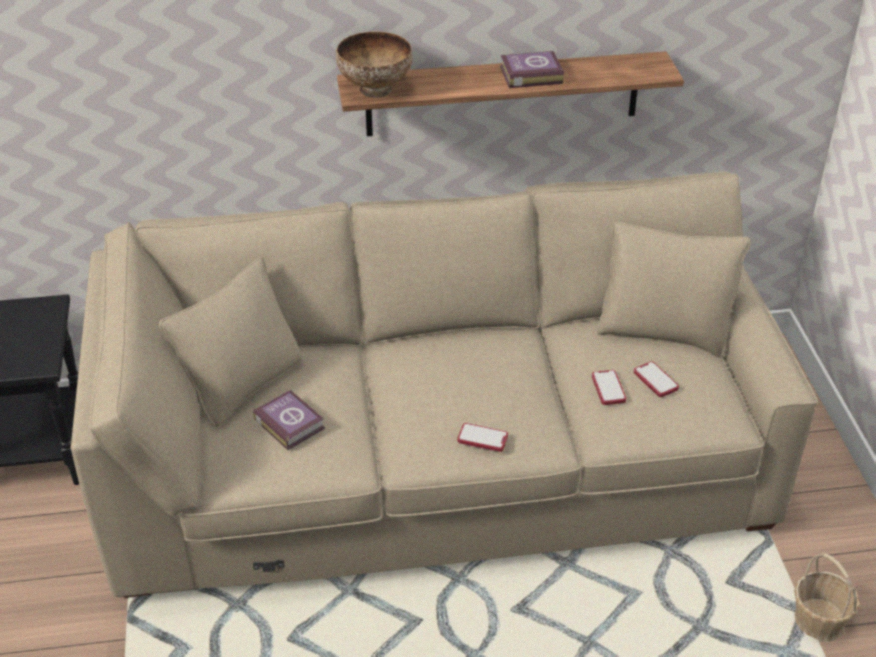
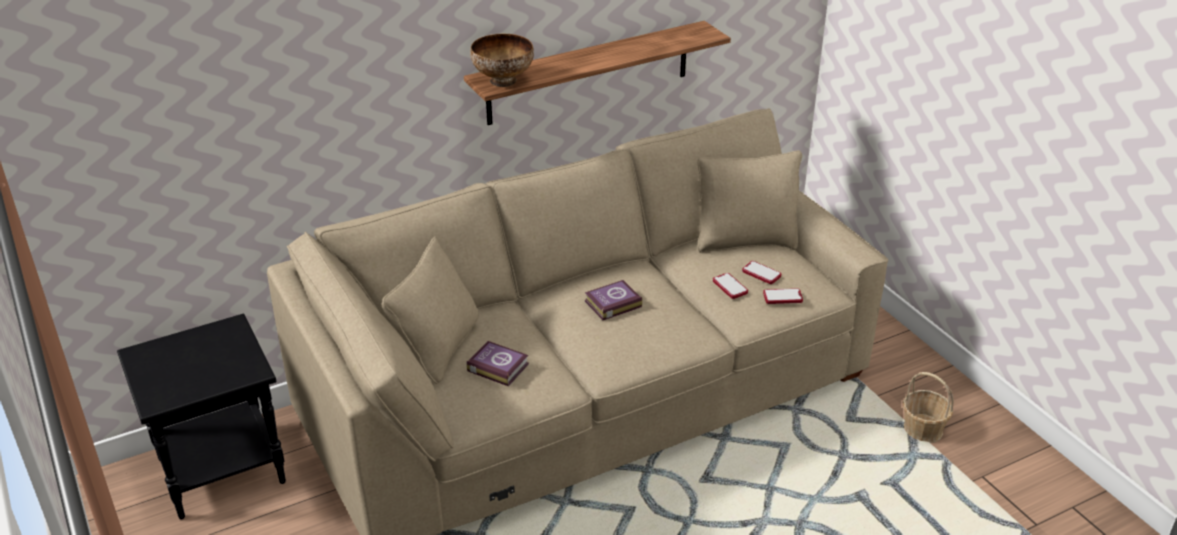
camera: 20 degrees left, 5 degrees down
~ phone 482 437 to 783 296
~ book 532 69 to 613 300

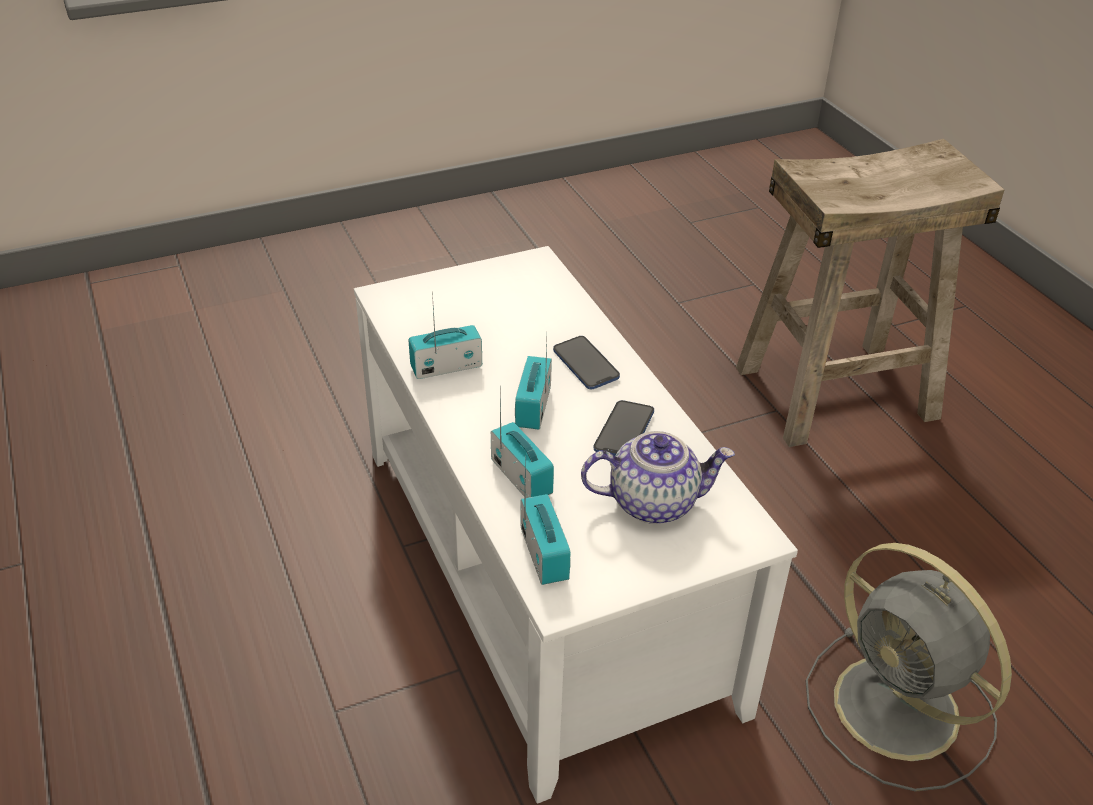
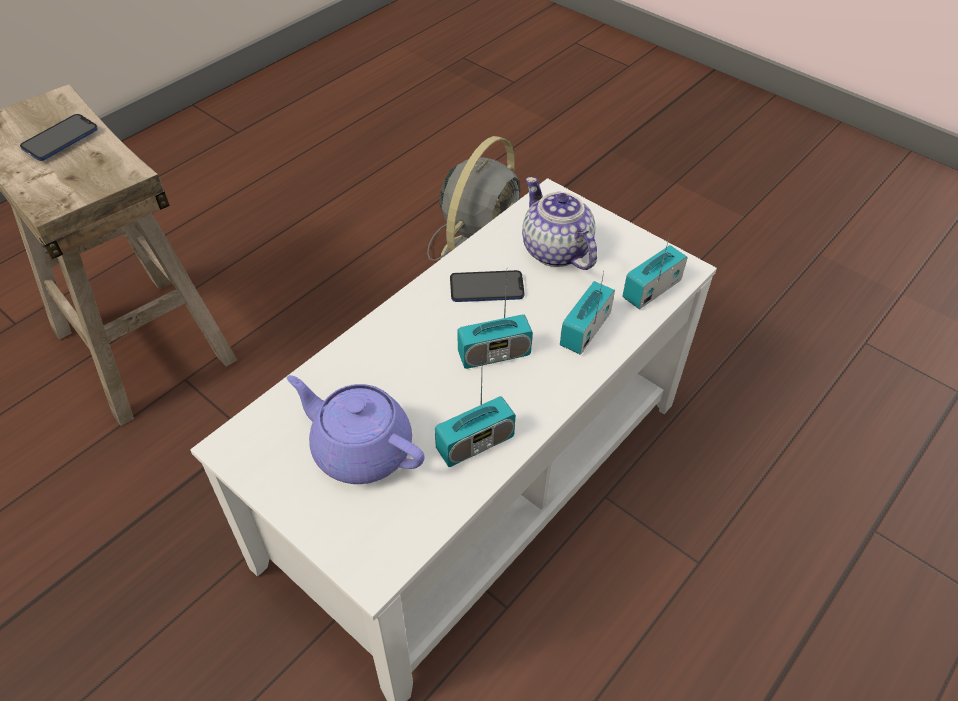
camera: 115 degrees left, 10 degrees up
+ teapot (purple) 356 429
~ phone 586 362 to 59 137
~ radio 445 335 = 475 411 75 degrees counterclockwise

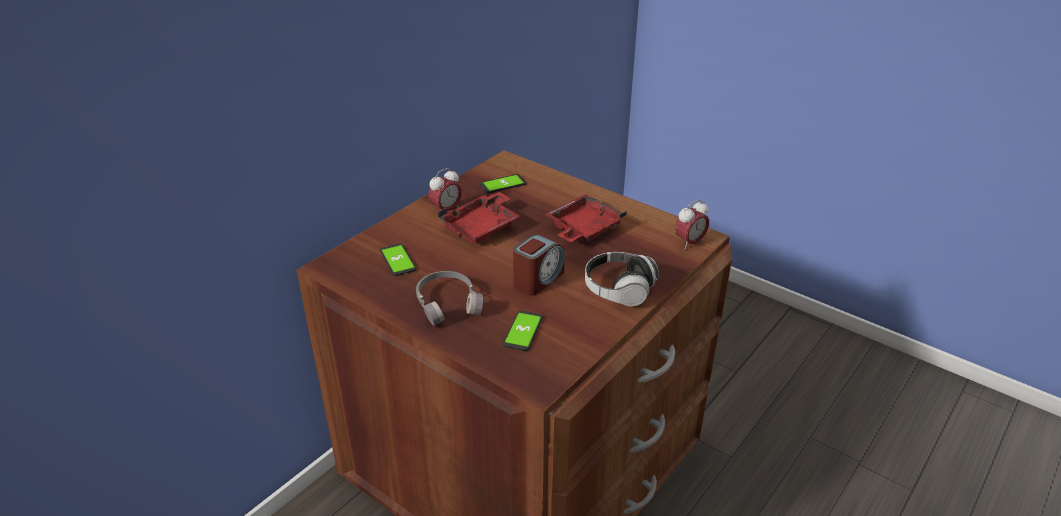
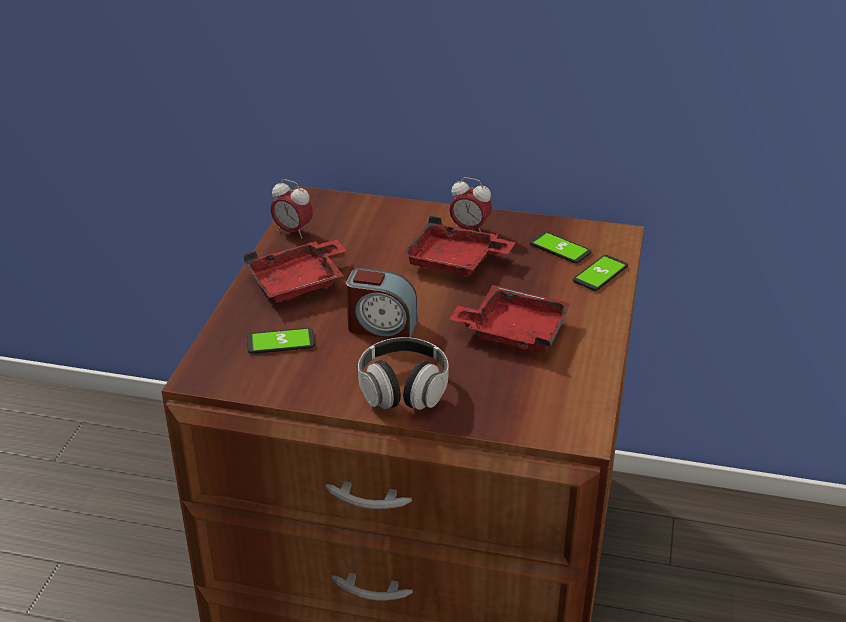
camera: 65 degrees right, 0 degrees up
~ phone 398 260 to 600 273
~ alarm clock 692 224 to 292 208
~ headphones (grey) 449 298 to tray (red) 295 271

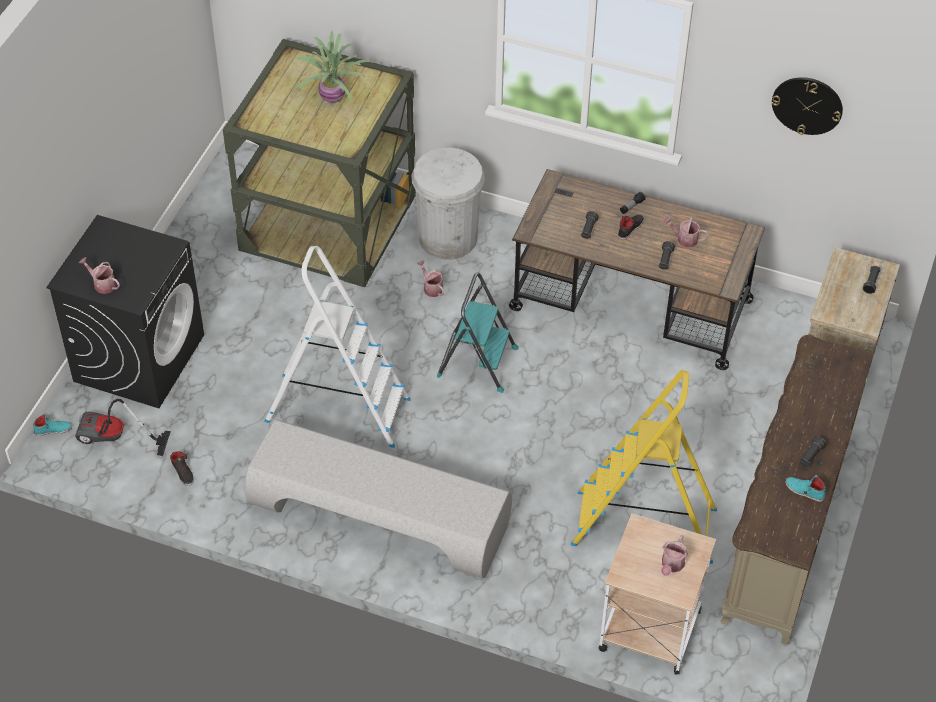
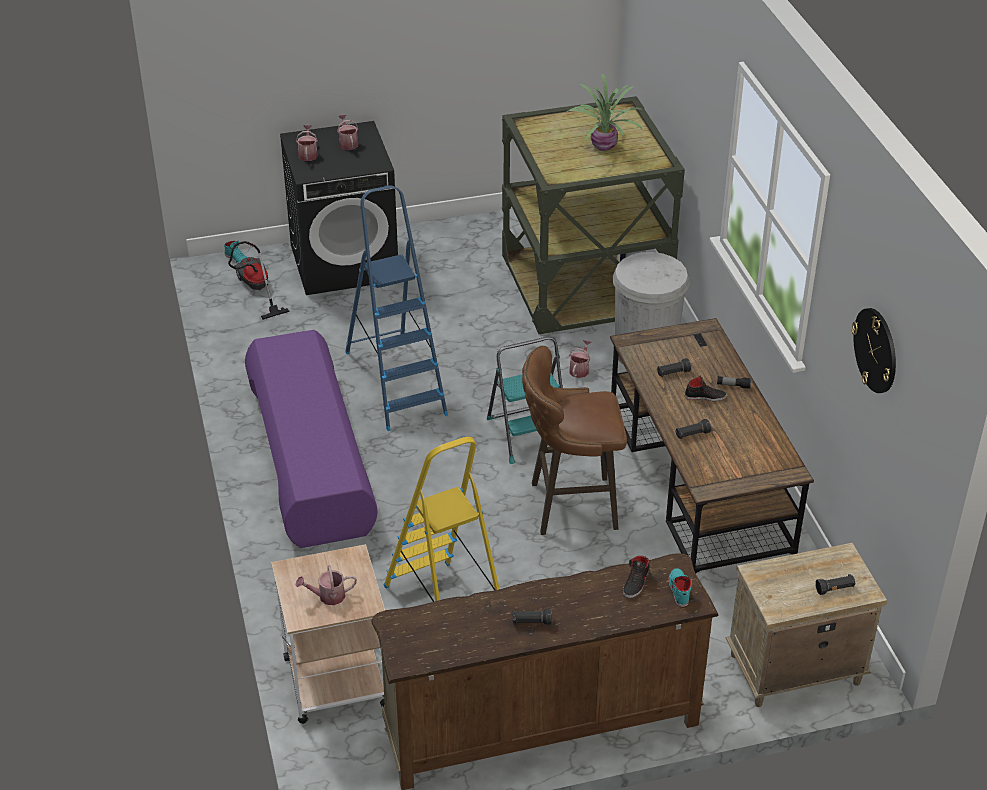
camera: 55 degrees right, 10 degrees down
+ stool (brown) 574 440
~ shoe (black) 182 469 to 636 577
~ watering can 686 231 to 347 132
~ shoe (turquoise) 805 488 to 680 587
~ bench (grey) 378 499 to bench (purple) 311 439
~ step ladder (white) 337 347 to step ladder (blue) 396 308

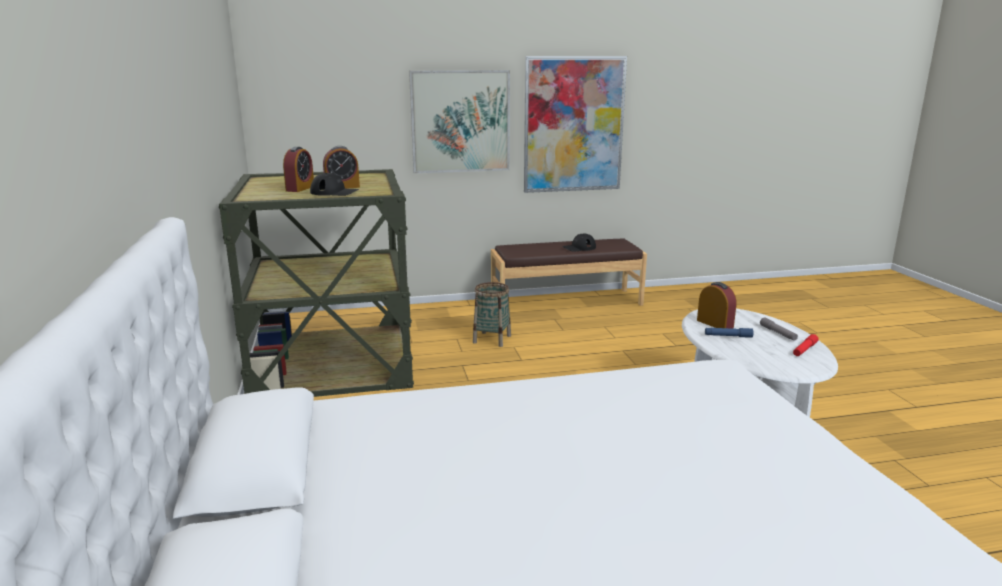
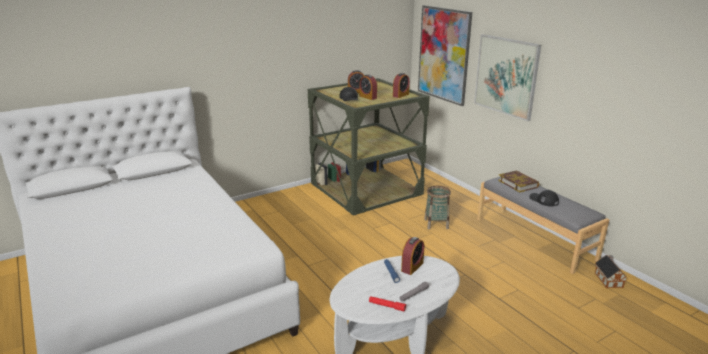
camera: 70 degrees right, 5 degrees up
+ alarm clock 401 85
+ book 518 181
+ toy house 611 271
~ picture 575 124 to 445 55
~ bench (brown) 569 272 to bench (grey) 543 225

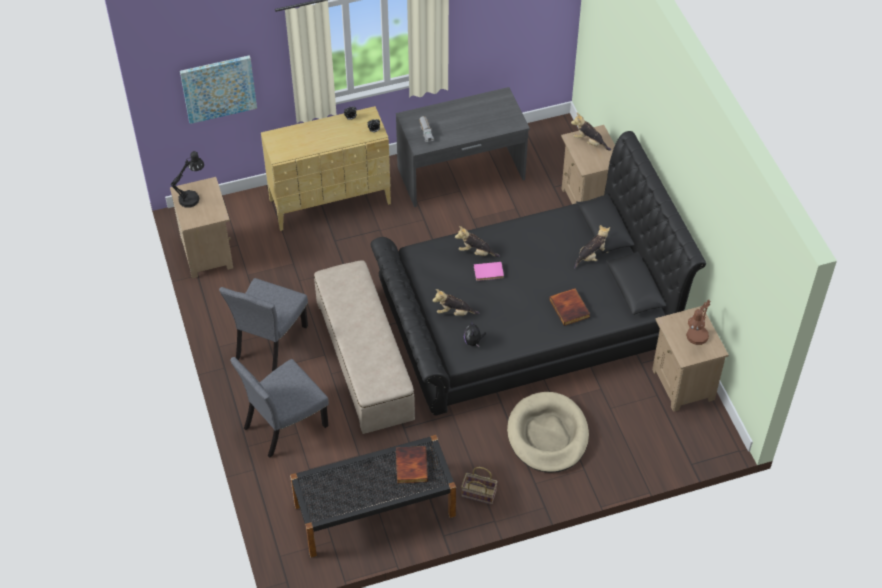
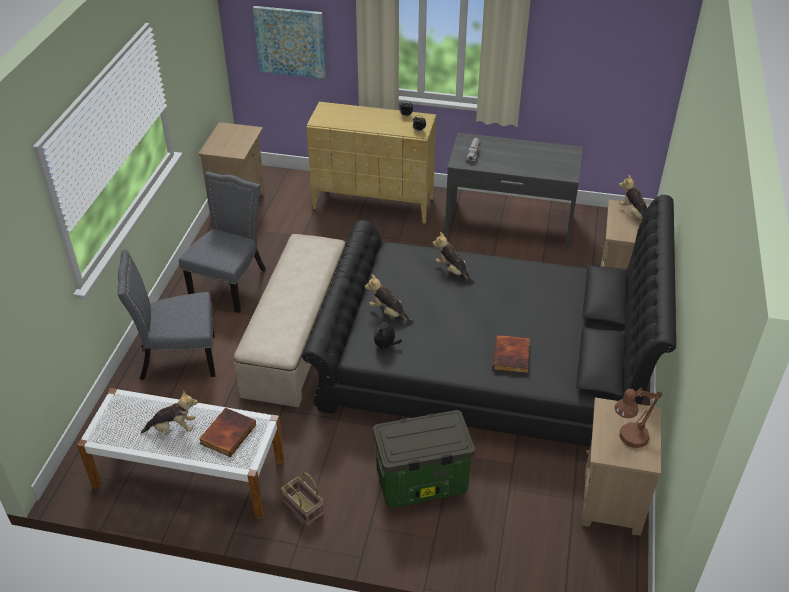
camera: 30 degrees right, 10 degrees down
- table lamp (black) 187 179
- book (pink) 489 271
~ plush toy 592 247 to 169 412
~ dog bed (beige) 548 432 to storage box 424 459
~ bench (black) 373 496 to bench (white) 180 453
~ chair (grey) 263 325 = 222 242 150 degrees clockwise

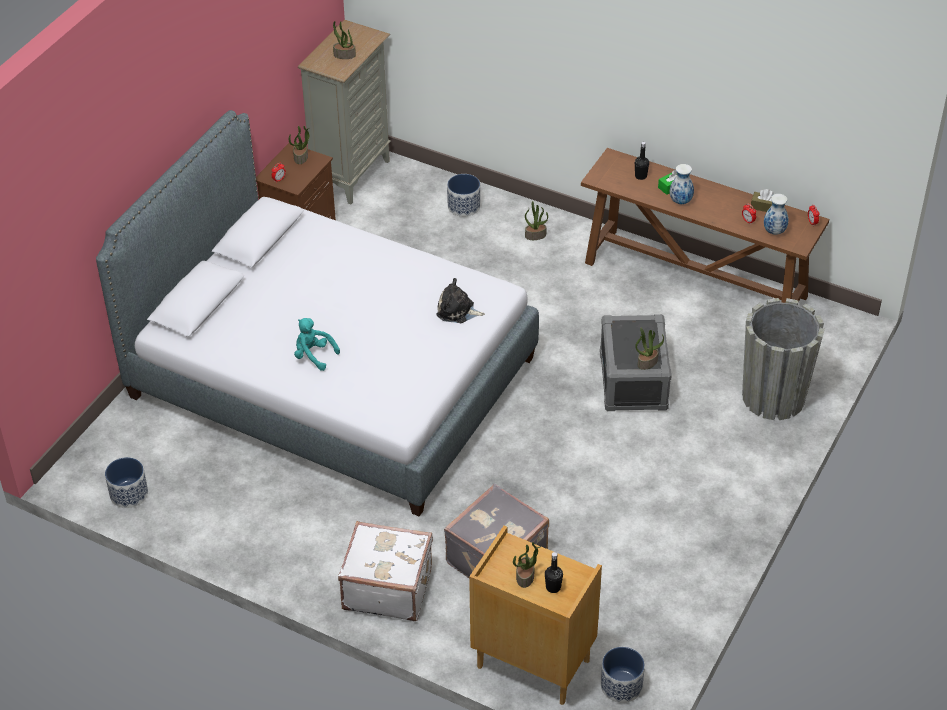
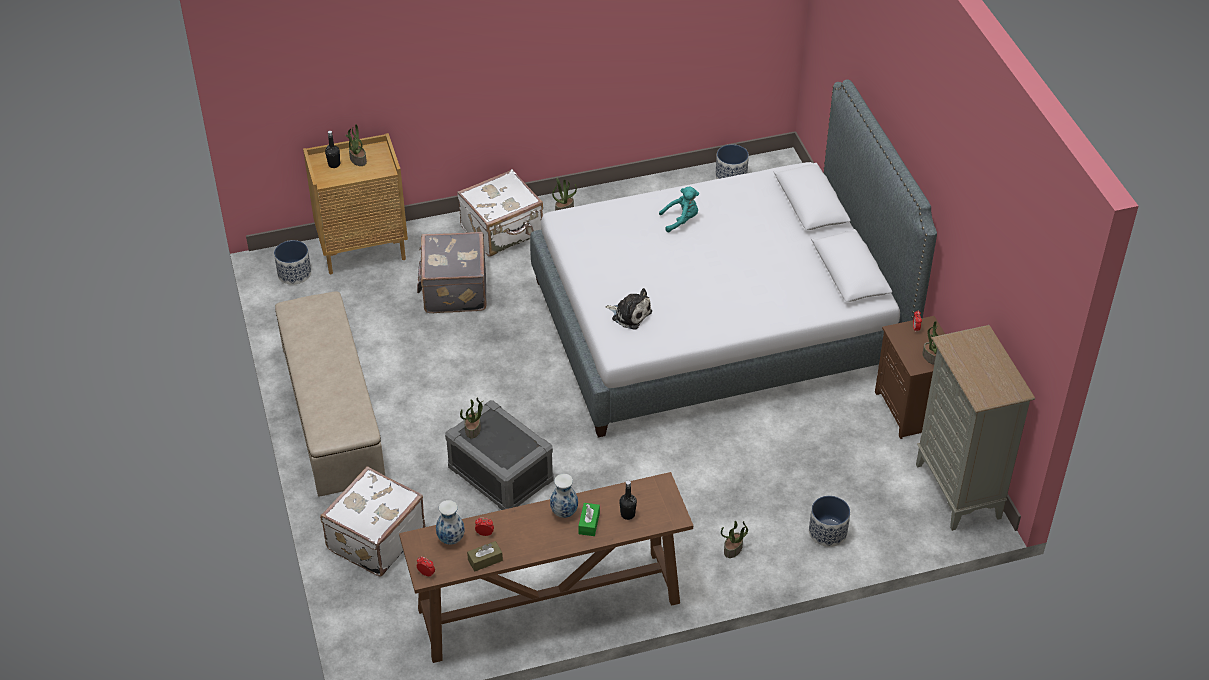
camera: 135 degrees right, 0 degrees up
+ bench (beige) 330 394
~ potted plant 344 40 to 564 194
~ planter (grey) 783 359 to suitcase (white) 372 521
~ plush toy 460 300 = 628 309 60 degrees clockwise

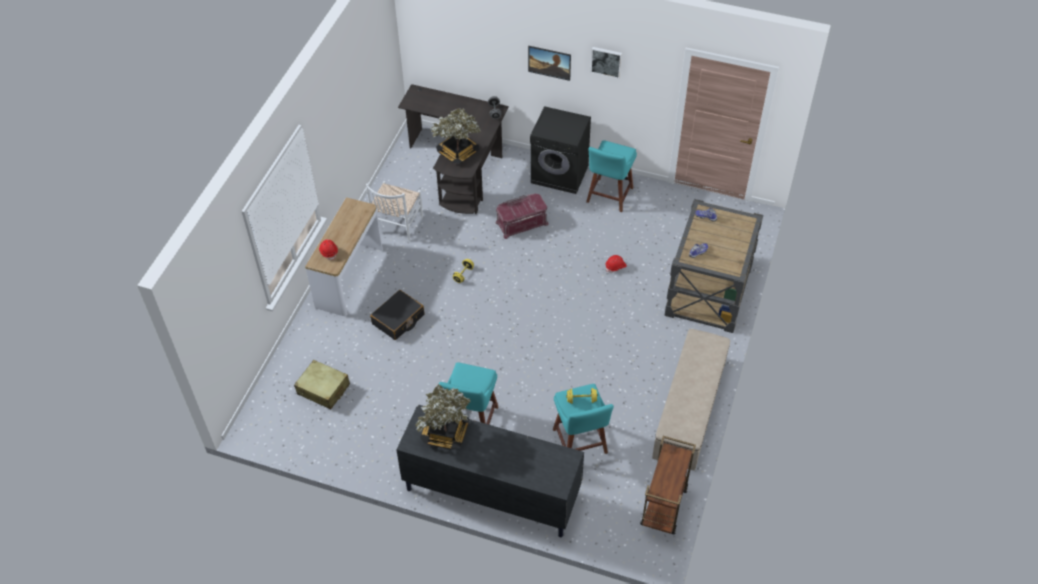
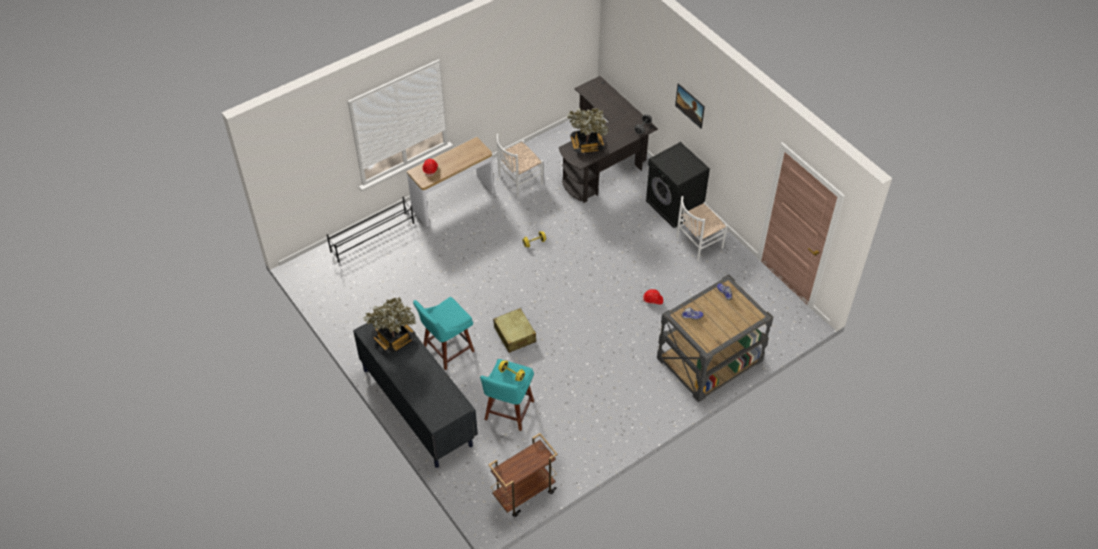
camera: 35 degrees right, 0 degrees up
- suitcase (black) 397 315
- storage box (red) 522 216
- picture 606 63
- bench (beige) 691 400
+ shoe rack (black) 370 229
~ suitcase (beige) 322 384 to 514 330
~ stool (turquoise) 611 176 to chair (white) 701 228

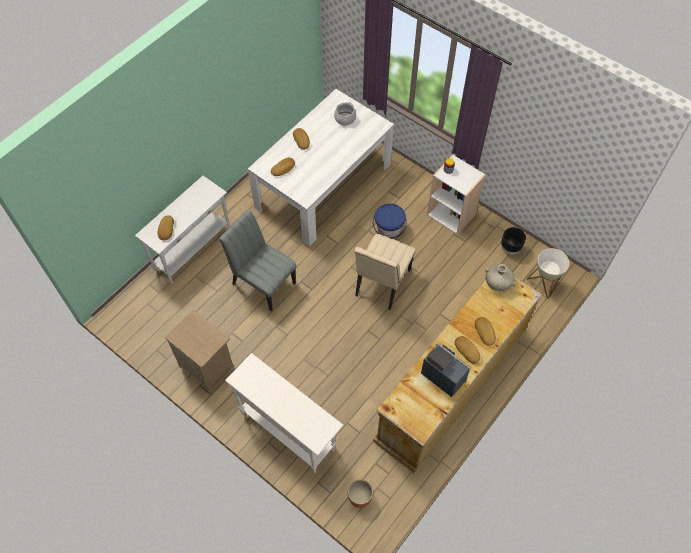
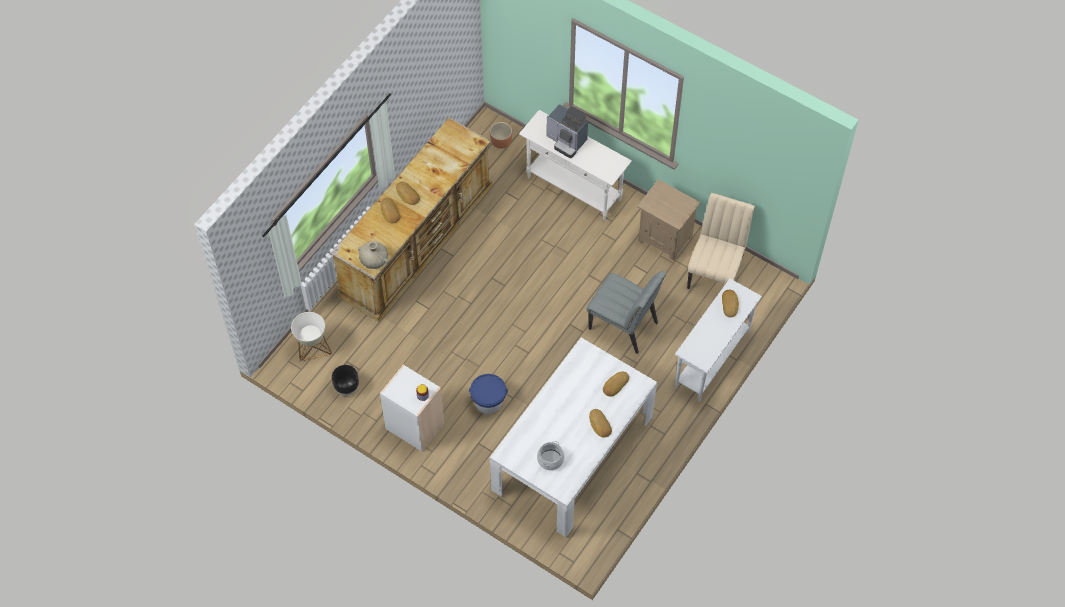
camera: 175 degrees right, 0 degrees up
~ chair (beige) 385 272 to 721 241
~ coffee machine 446 370 to 567 131

